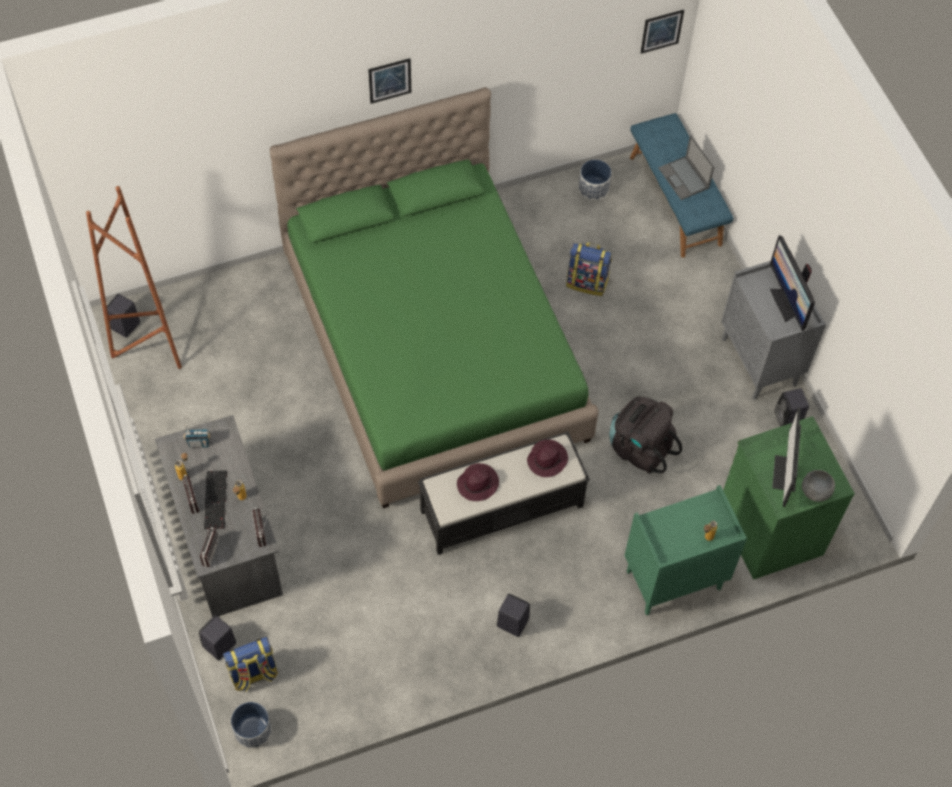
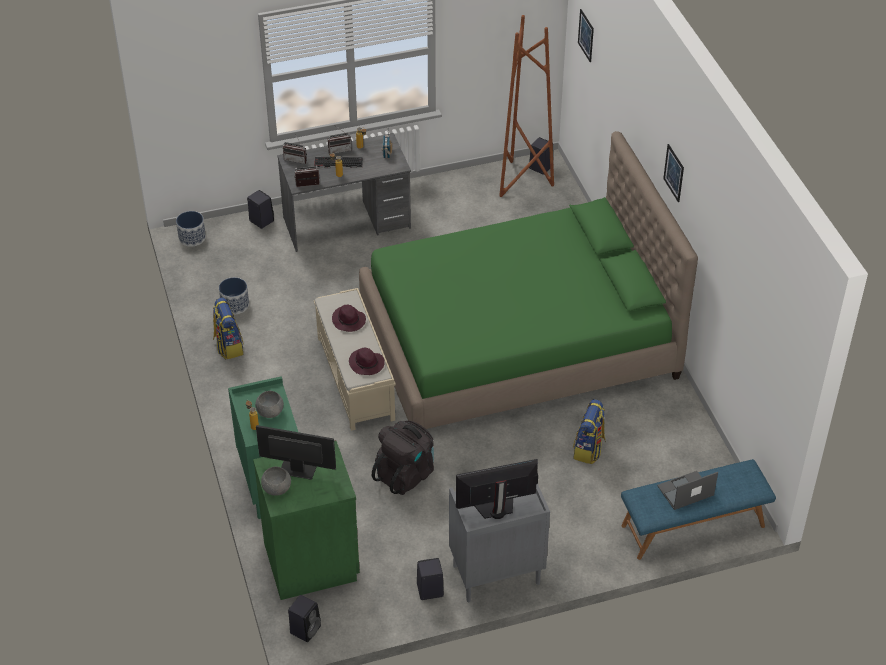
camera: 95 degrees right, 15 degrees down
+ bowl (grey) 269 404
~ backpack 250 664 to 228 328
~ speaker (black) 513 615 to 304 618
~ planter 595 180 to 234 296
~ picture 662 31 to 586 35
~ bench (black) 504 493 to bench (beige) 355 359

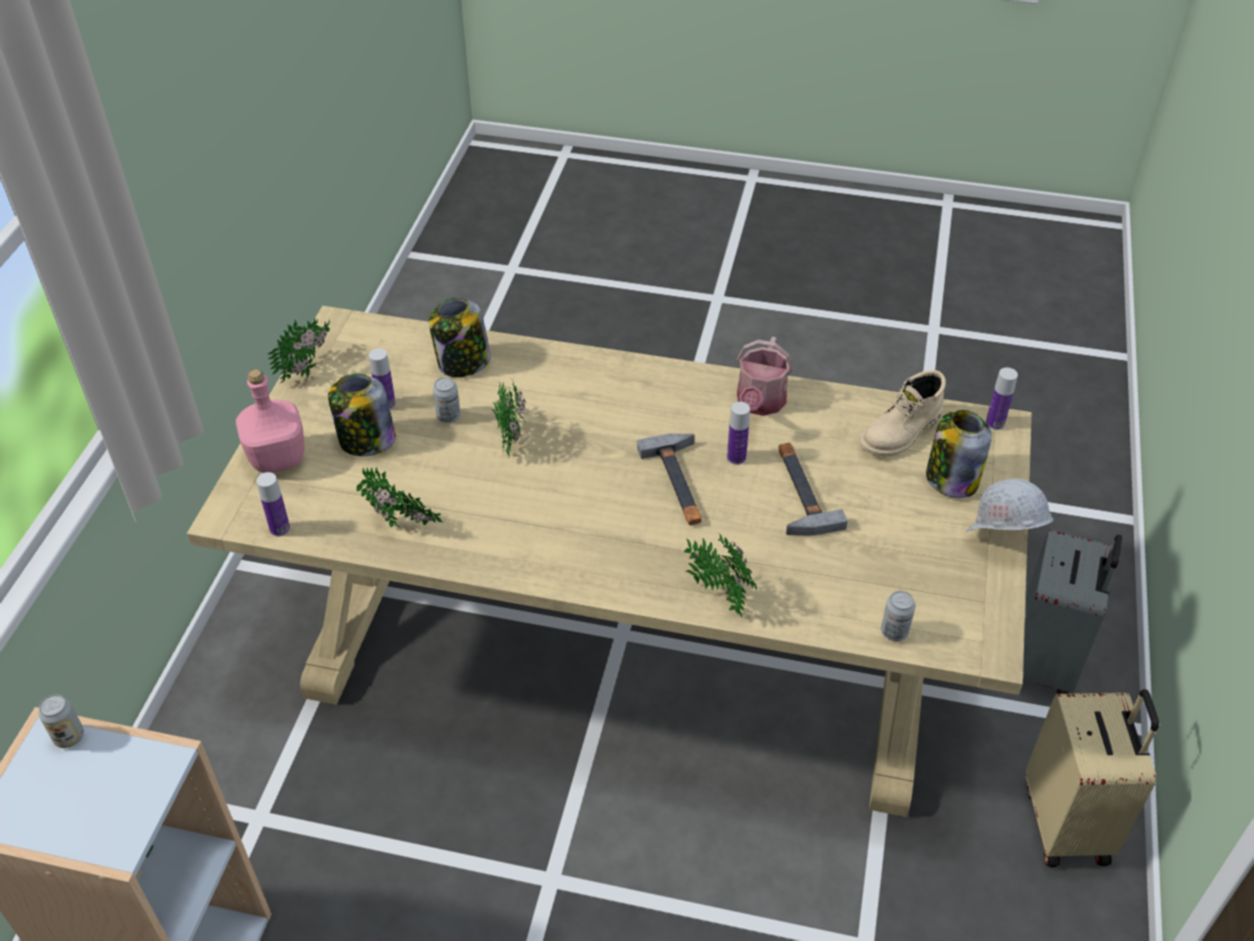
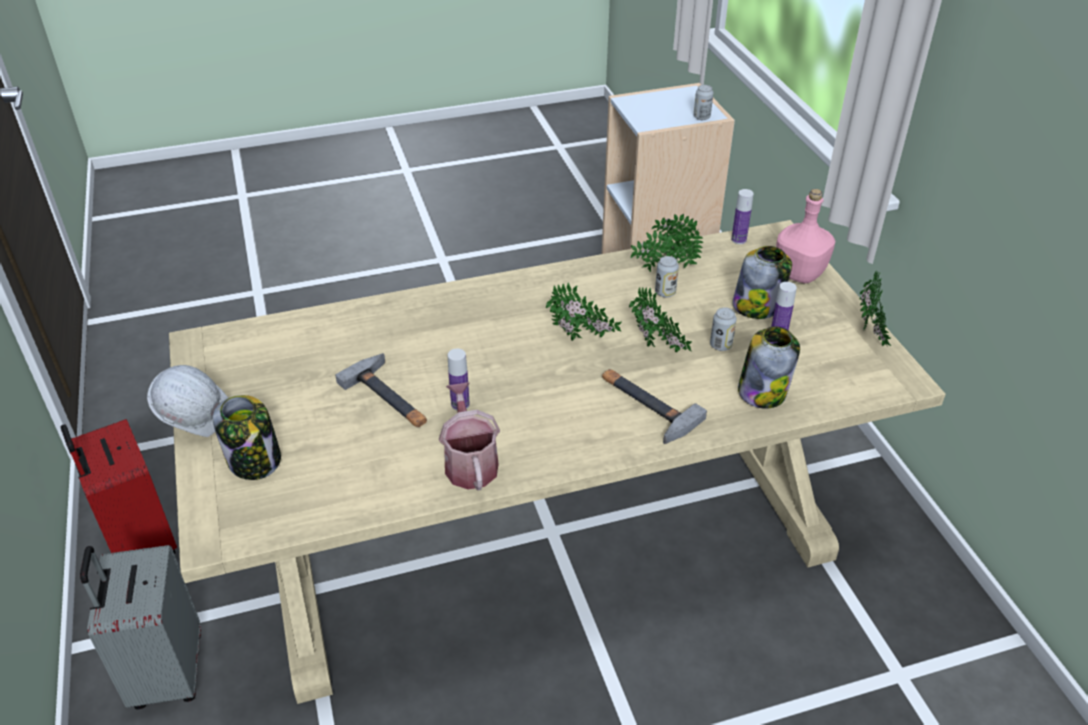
camera: 150 degrees right, 5 degrees down
- boot (beige) 902 413
- bottle 1002 398
~ hammer 669 479 to 654 406
~ potted plant 720 575 to 584 311
~ can 898 616 to 667 276
~ suitcase (beige) 1092 778 to suitcase (red) 119 486

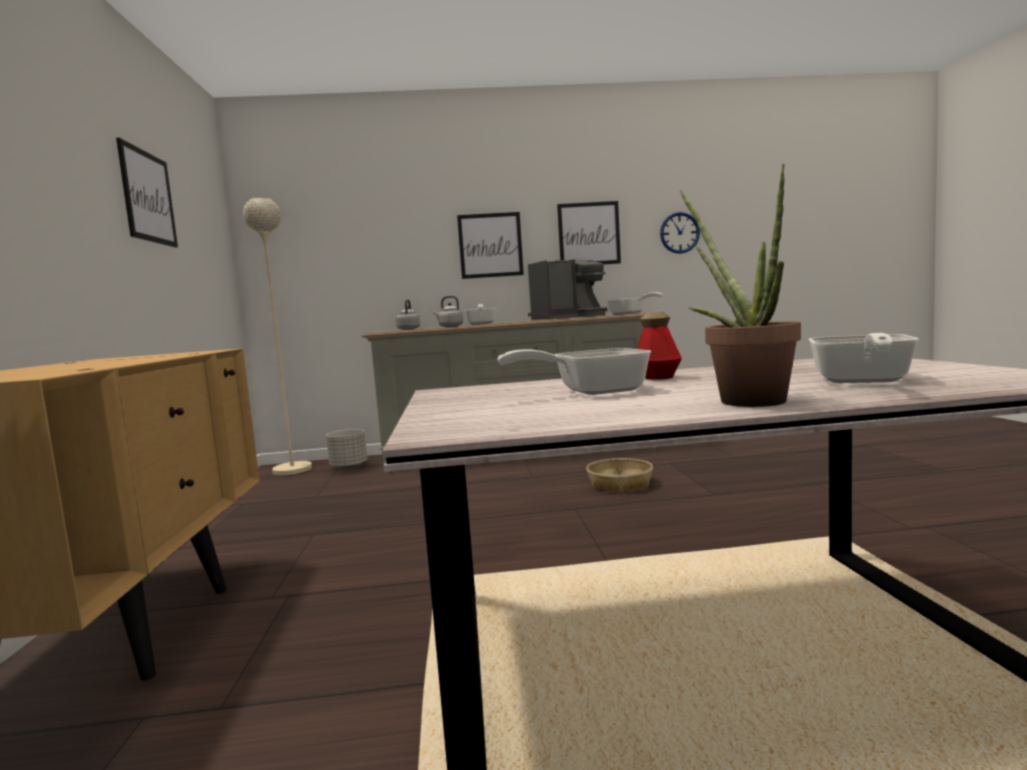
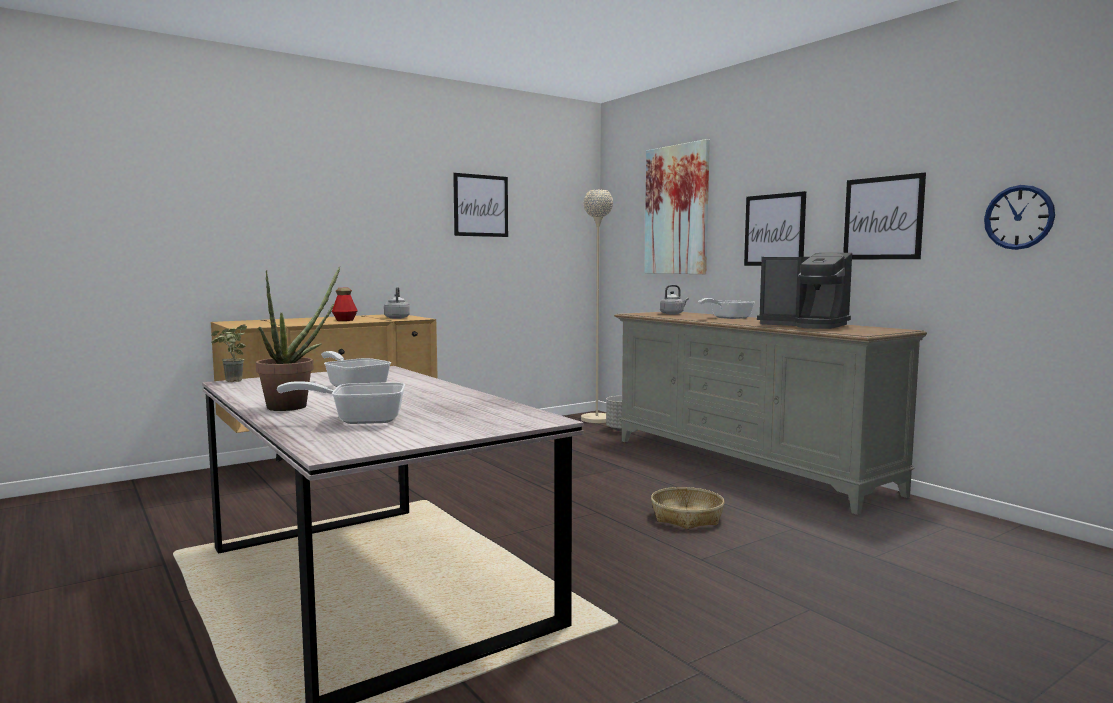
camera: 60 degrees right, 0 degrees up
- frying pan 634 303
+ potted plant 229 353
+ picture 677 206
~ kettle (grey) 448 311 to 397 303
~ bottle 659 346 to 345 304

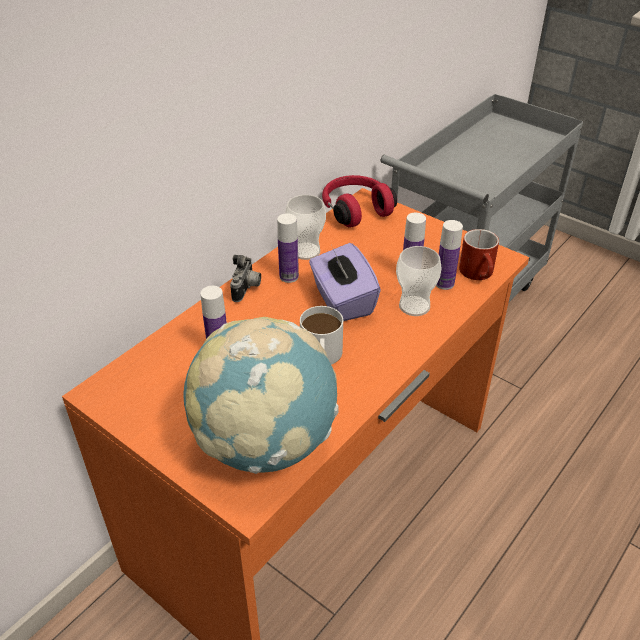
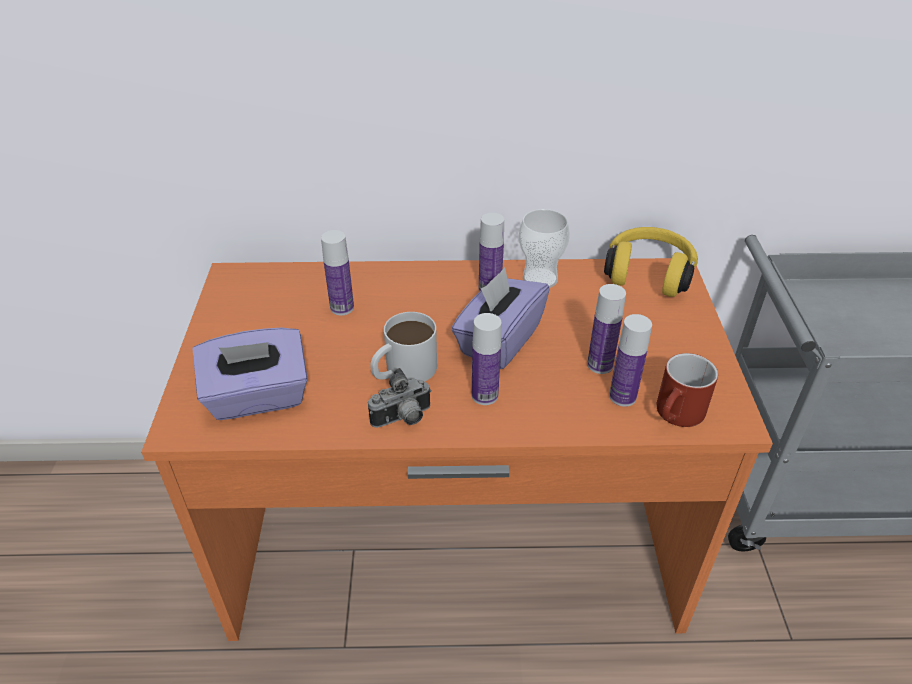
camera: 50 degrees right, 0 degrees up
- cup 419 281
+ bottle 486 359
~ photo camera 245 278 to 400 398
~ globe 261 395 to tissue box (purple) 250 374
~ headphones (red) 359 201 to headphones (yellow) 651 262

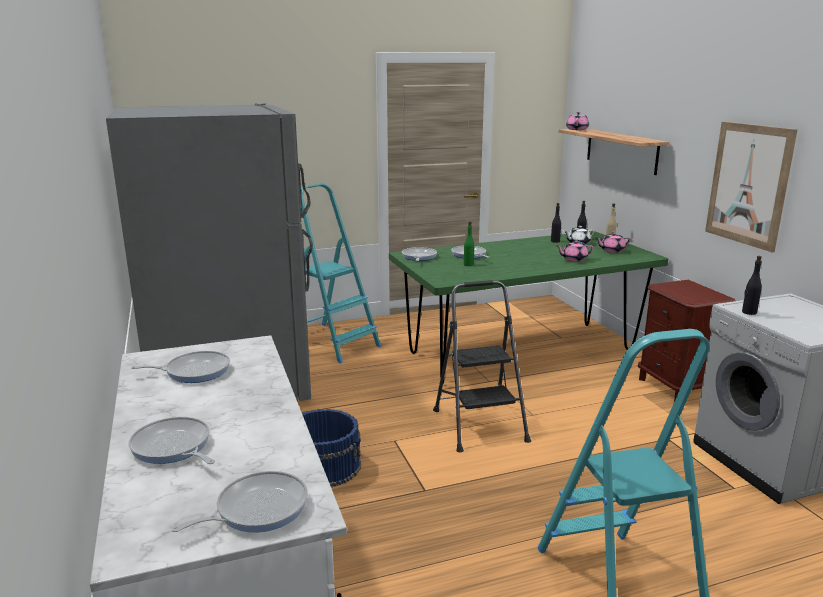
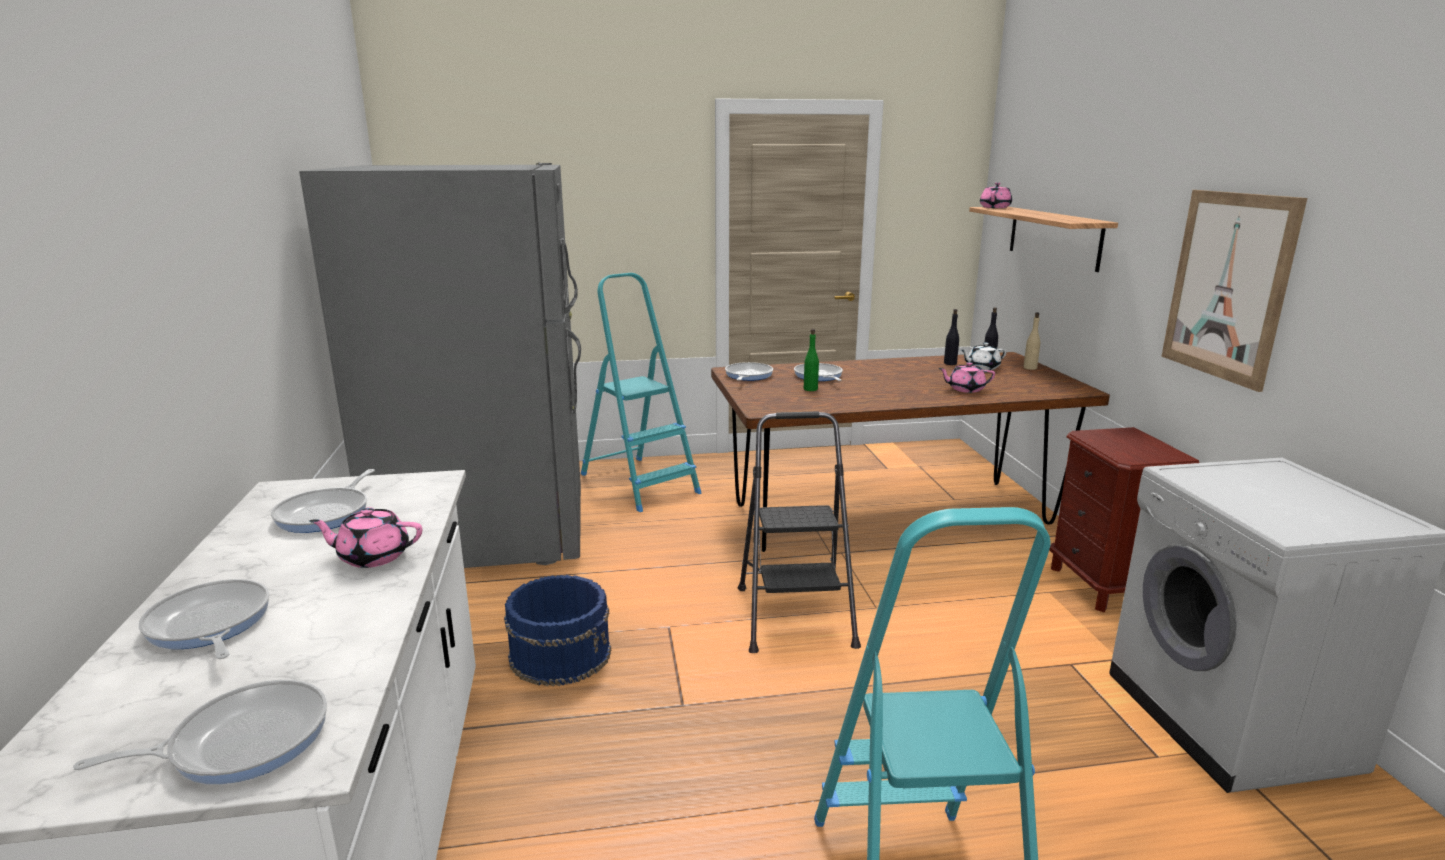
camera: 10 degrees right, 0 degrees up
- bottle (black) 752 285
~ teapot (pink) 613 242 to 366 537
~ dining table (green) 528 307 to dining table (brown) 910 452
~ frying pan 180 367 = 323 501 105 degrees clockwise

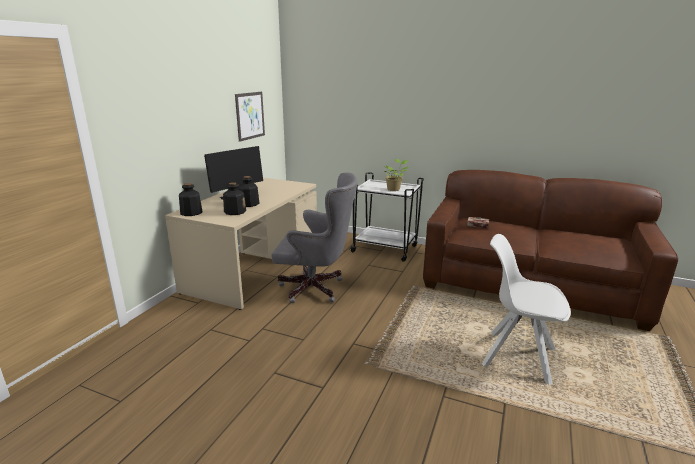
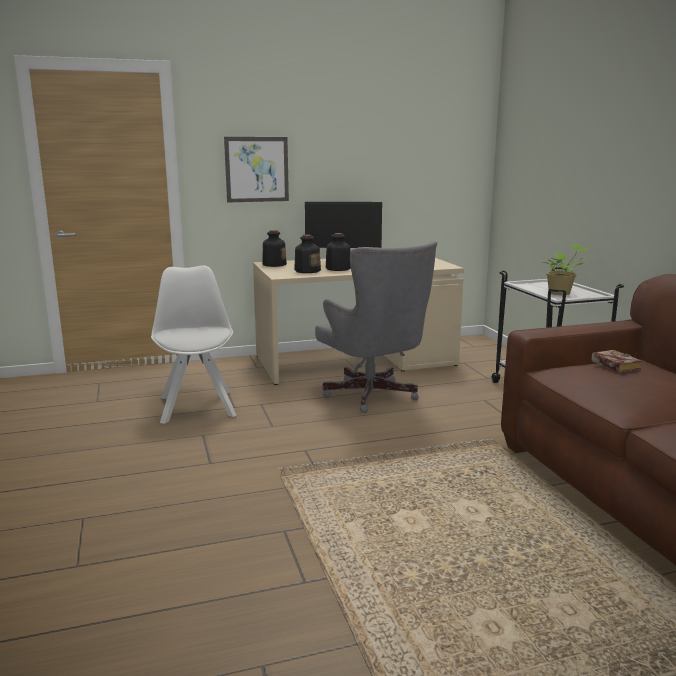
camera: 50 degrees right, 5 degrees down
~ picture 250 117 to 256 170
~ chair (white) 526 309 to 193 344

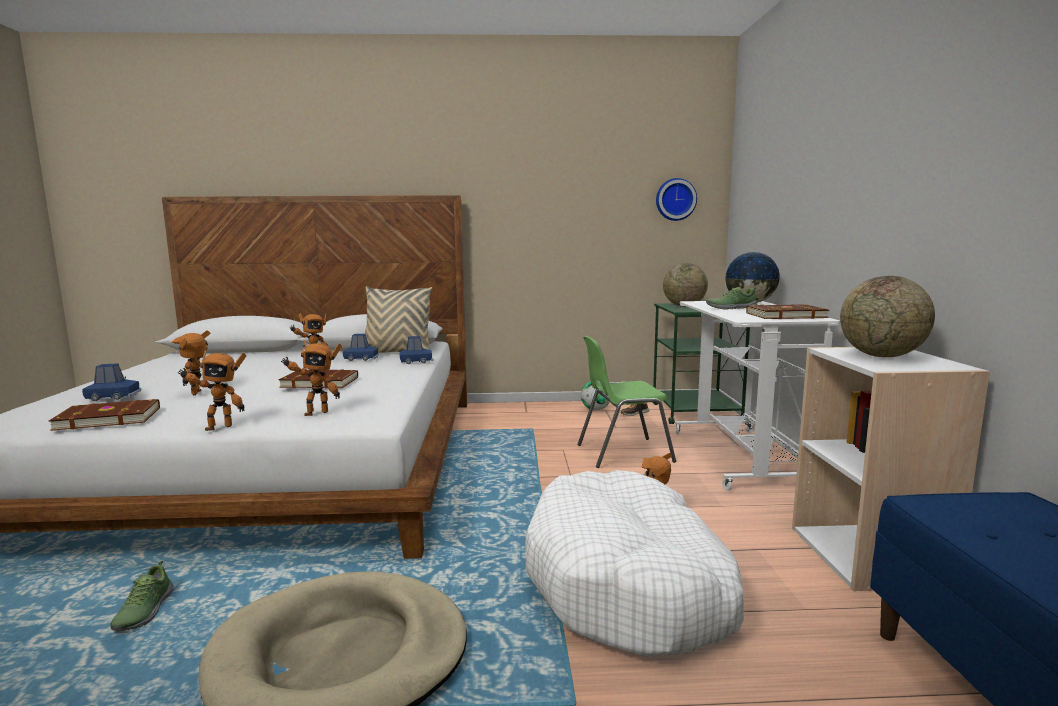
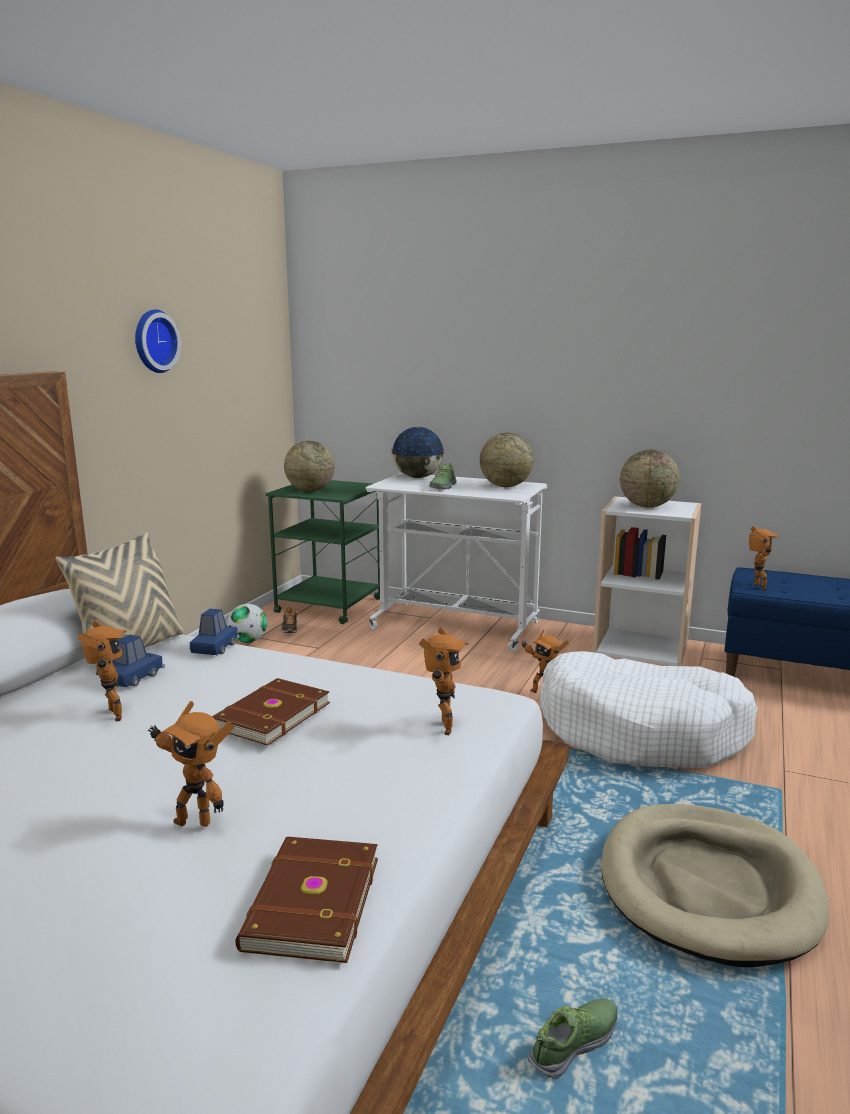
camera: 65 degrees left, 5 degrees up
- toy car (blue) 111 382
- chair (green) 626 402
~ toy robot 212 390 to 763 558
~ wall clock 676 199 to 158 341
~ book (brown) 787 311 to globe 507 460
~ shoe 142 596 = 572 1038 60 degrees counterclockwise

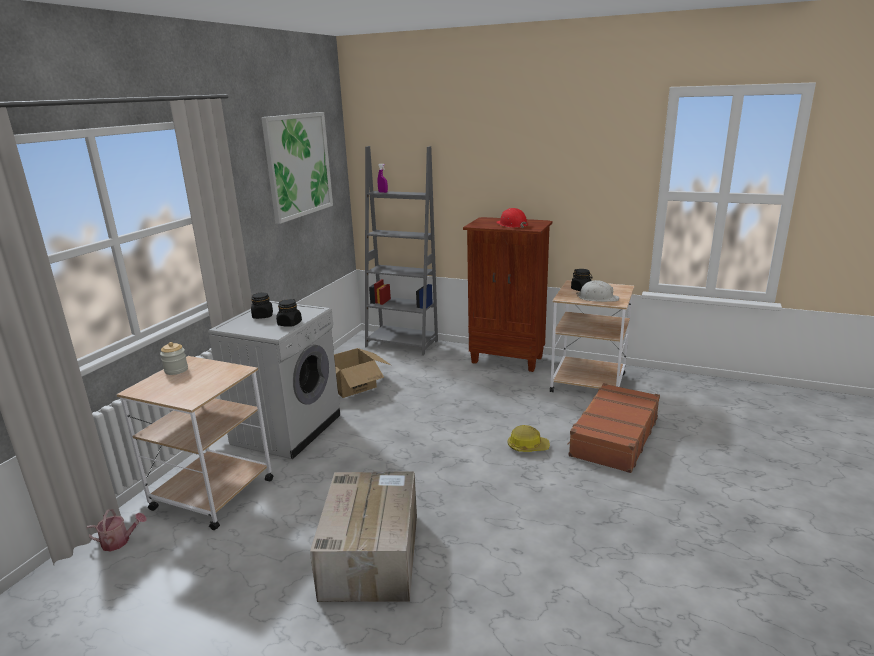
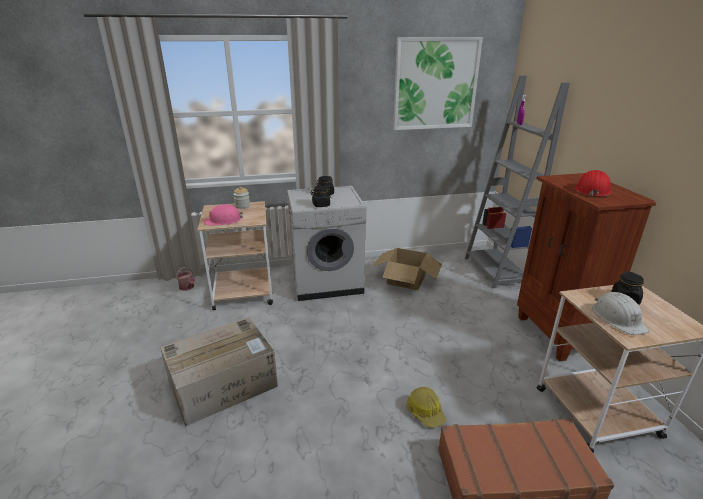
camera: 55 degrees right, 5 degrees up
+ hard hat (pink) 223 214

